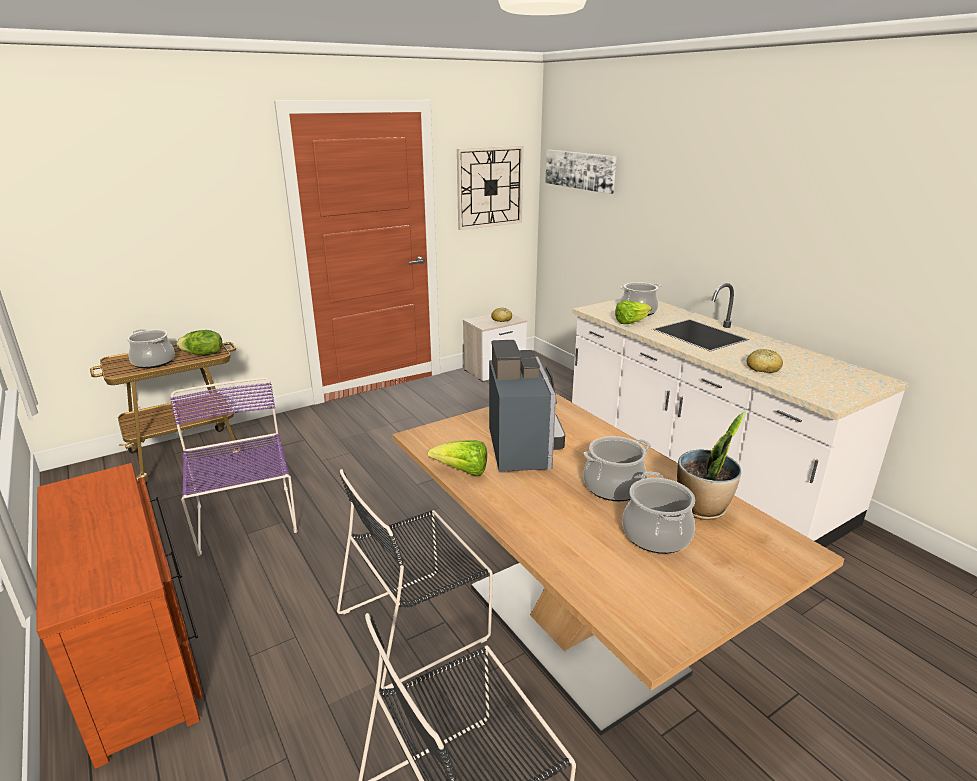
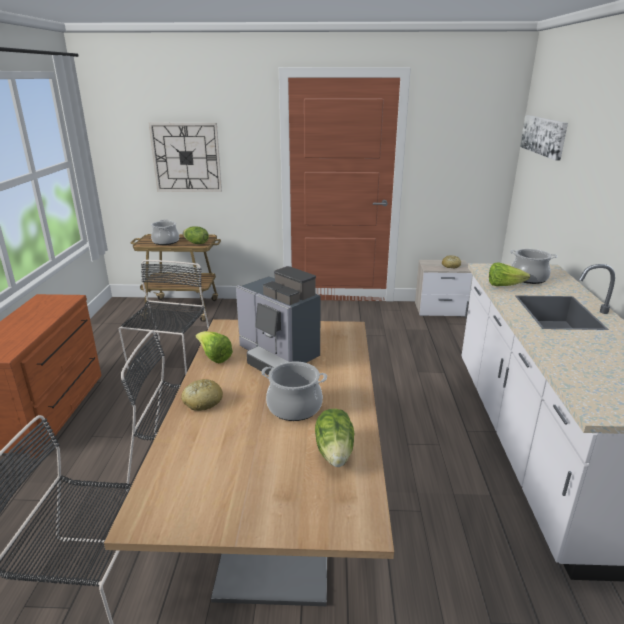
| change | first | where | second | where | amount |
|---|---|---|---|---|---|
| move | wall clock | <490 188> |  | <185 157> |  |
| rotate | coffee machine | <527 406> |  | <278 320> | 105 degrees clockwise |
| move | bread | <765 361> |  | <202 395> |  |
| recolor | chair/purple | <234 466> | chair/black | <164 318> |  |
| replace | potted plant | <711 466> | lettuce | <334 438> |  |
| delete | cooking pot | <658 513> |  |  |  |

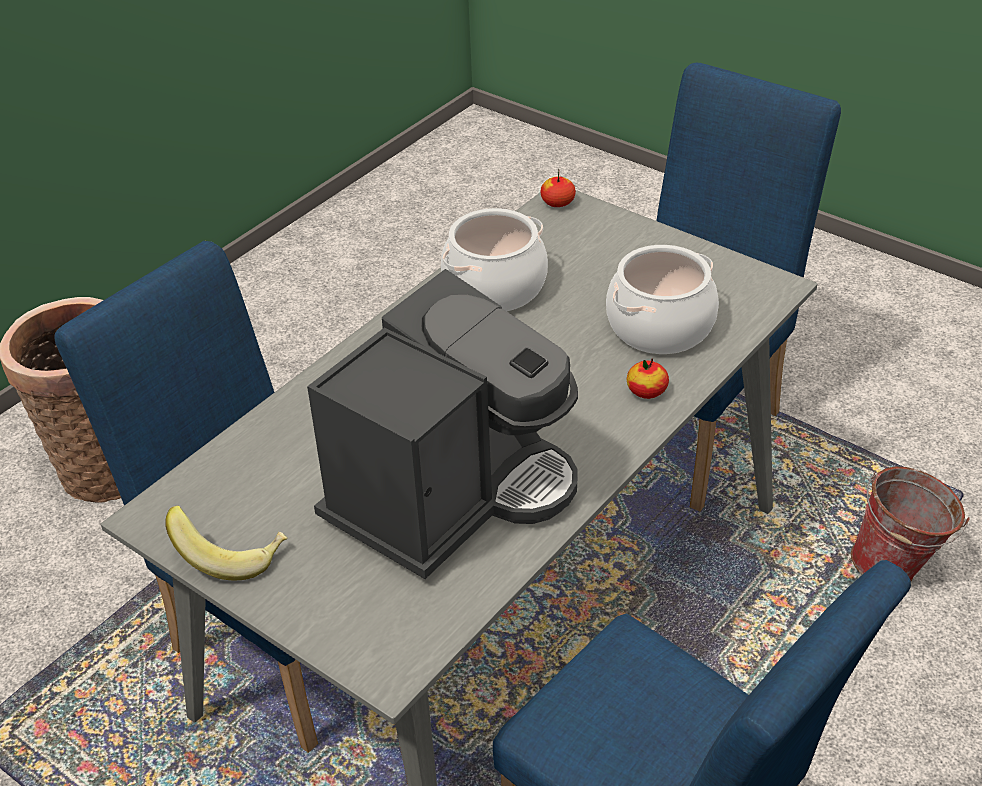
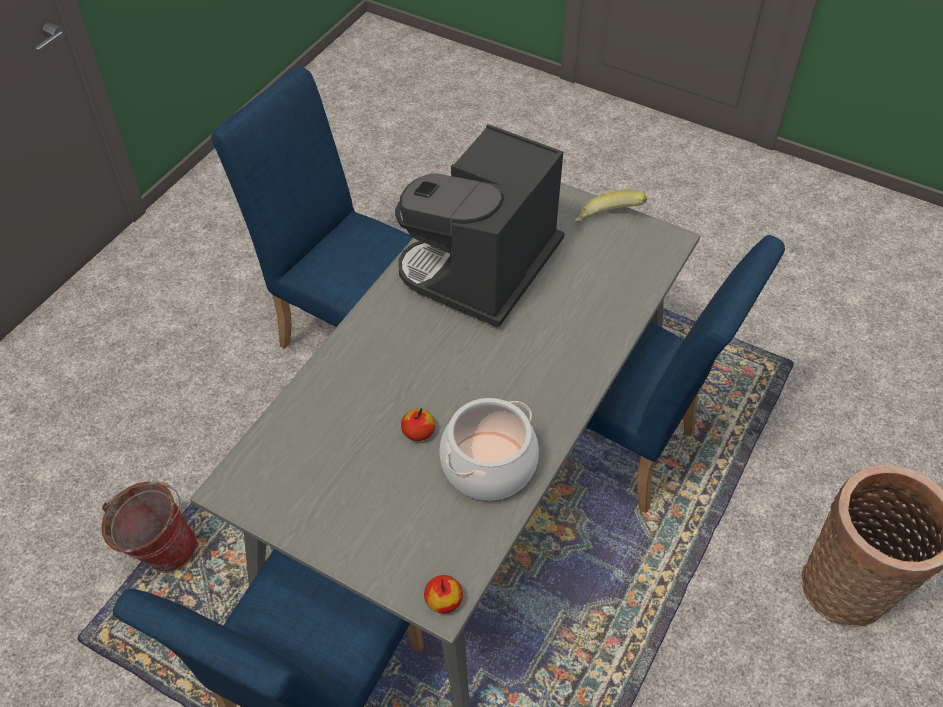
| change | first | where | second | where | amount |
|---|---|---|---|---|---|
| delete | cooking pot | <662 299> |  |  |  |
| move | apple | <648 379> |  | <418 424> |  |

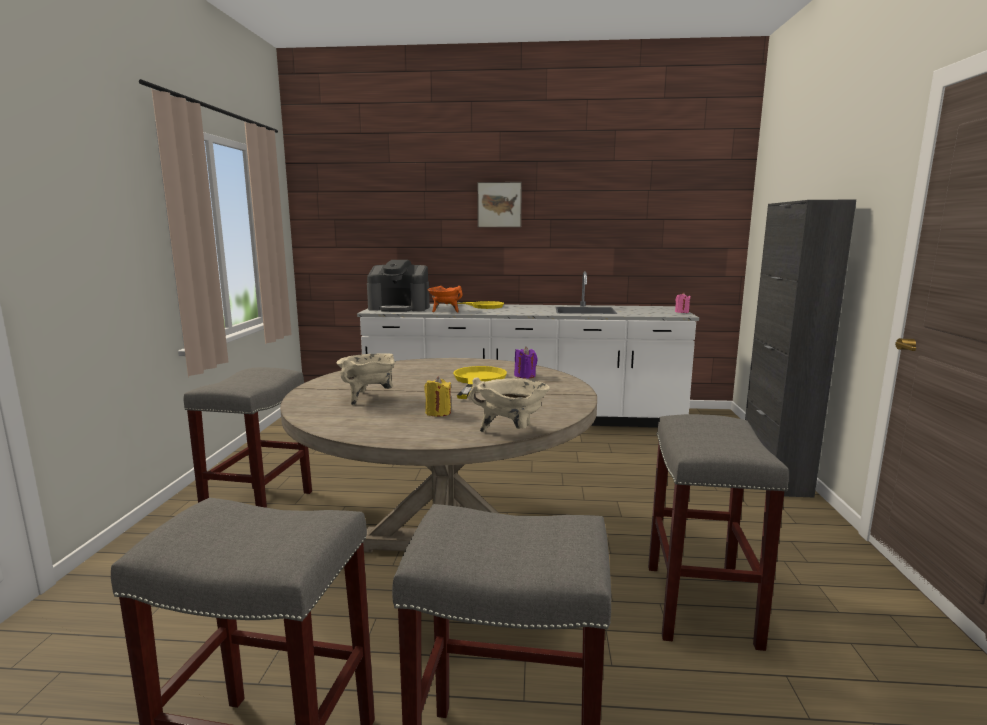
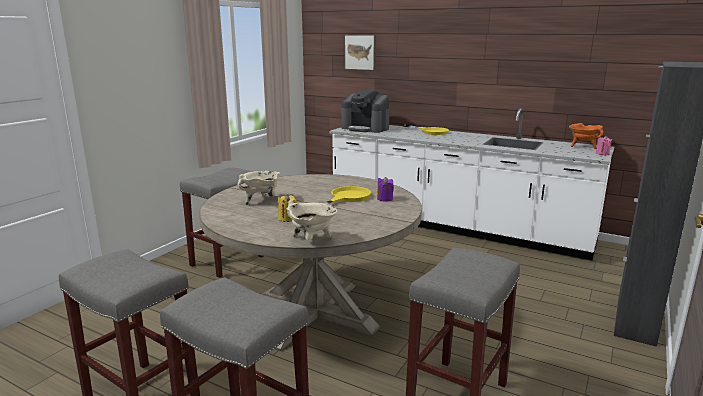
| change | first | where | second | where | amount |
|---|---|---|---|---|---|
| move | picture | <499 205> |  | <360 53> |  |
| move | cooking pot/orange | <445 299> |  | <586 136> |  |

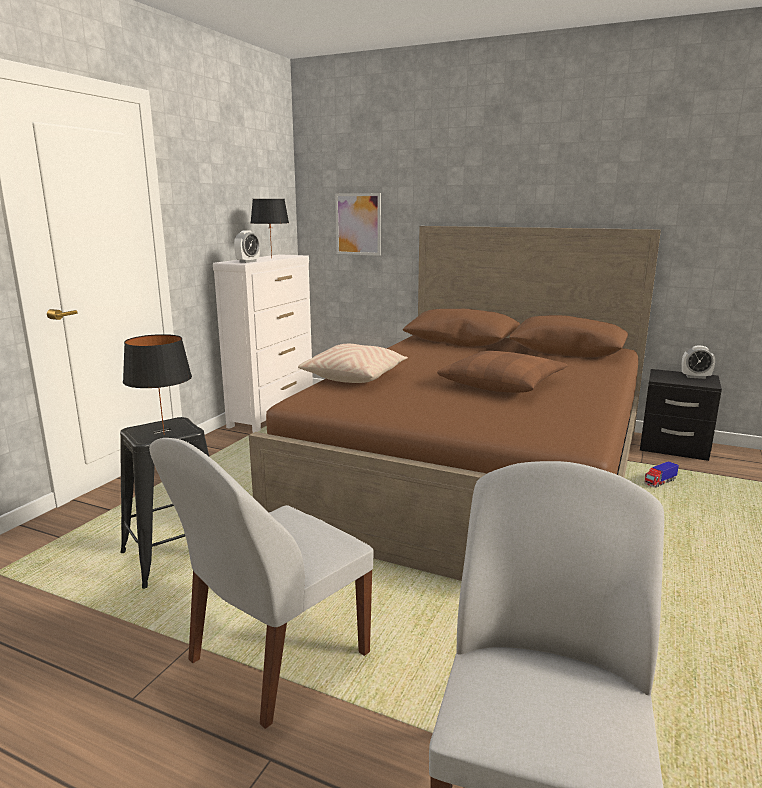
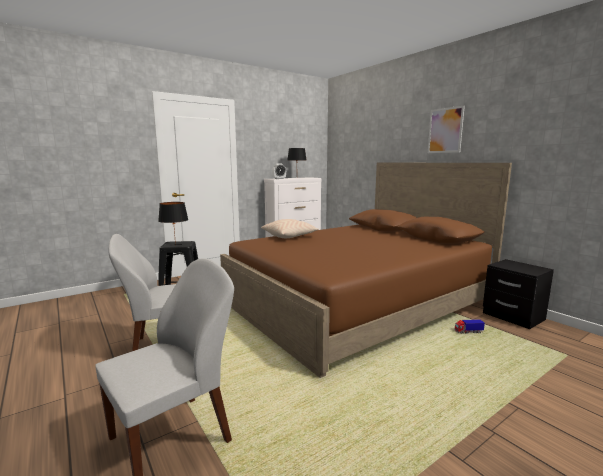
| change | first | where | second | where | amount |
|---|---|---|---|---|---|
| move | picture | <358 224> |  | <446 129> |  |
| delete | alarm clock | <698 362> |  |  |  |
| delete | pillow/brown | <502 372> |  |  |  |

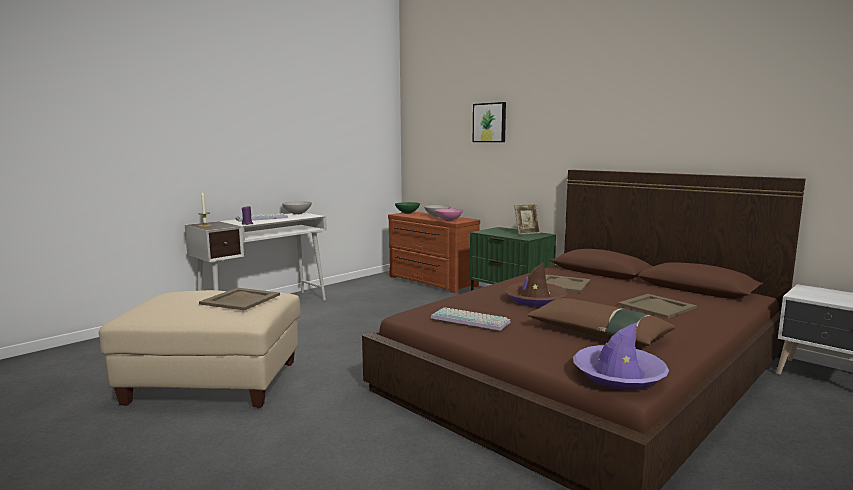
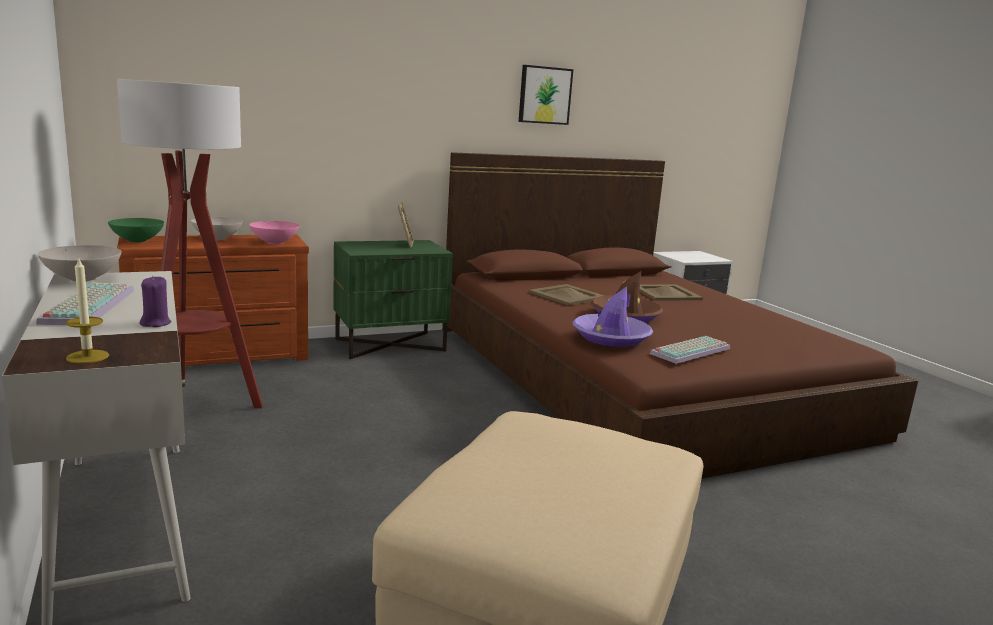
| change | first | where | second | where | amount |
|---|---|---|---|---|---|
| move | picture | <489 122> |  | <546 95> |  |
| delete | tray/beige | <239 299> |  |  |  |
| delete | pillow/brown | <601 322> |  |  |  |
| move | hat/purple | <621 356> |  | <612 317> |  |
| insert |  |  | floor lamp | <190 243> |  |

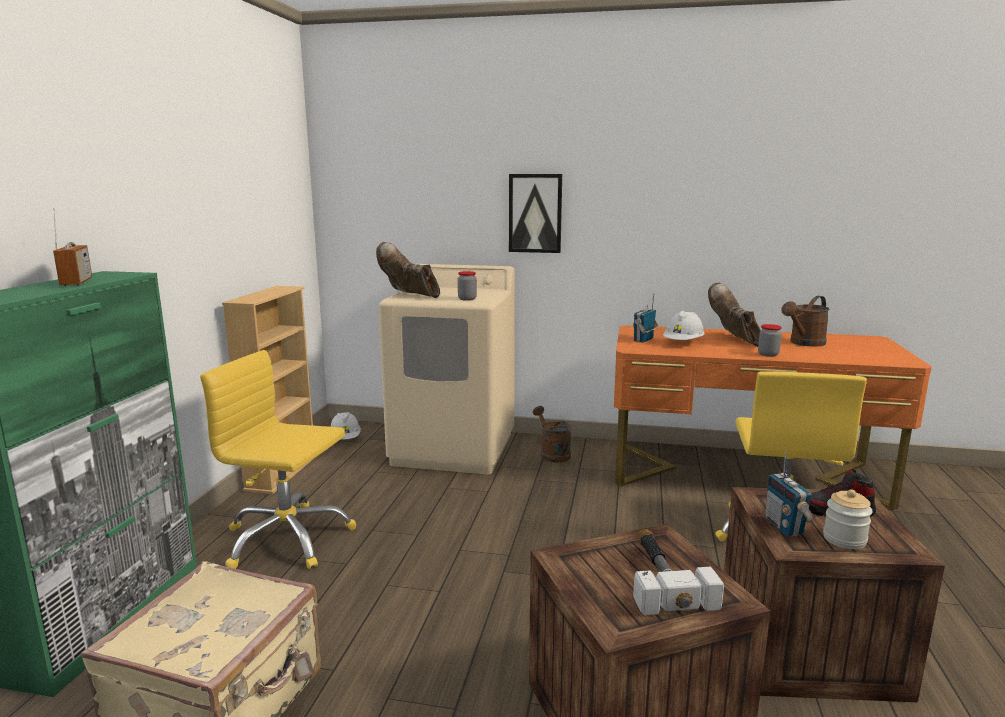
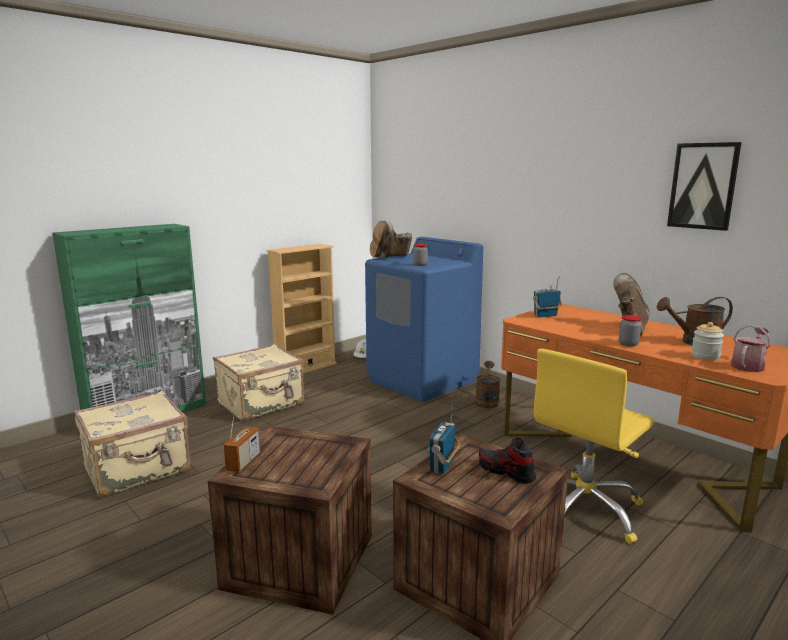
| change | first | where | second | where | amount |
|---|---|---|---|---|---|
| move | picture | <535 213> |  | <704 186> |  |
| move | radio | <72 247> |  | <242 437> |  |
| rotate | boot/brown | <408 270> |  | <391 239> | 105 degrees counterclockwise |
| recolor | washing machine/beige | <447 369> | washing machine/blue | <424 319> |  |
| delete | hard hat/white | <684 325> |  |  |  |
| replace | office chair/yellow | <278 459> | suitcase/beige | <258 382> |  |
| move | jar | <848 519> |  | <707 341> |  |
| delete | hammer | <678 572> |  |  |  |
| insert |  |  | watering can | <751 348> |  |

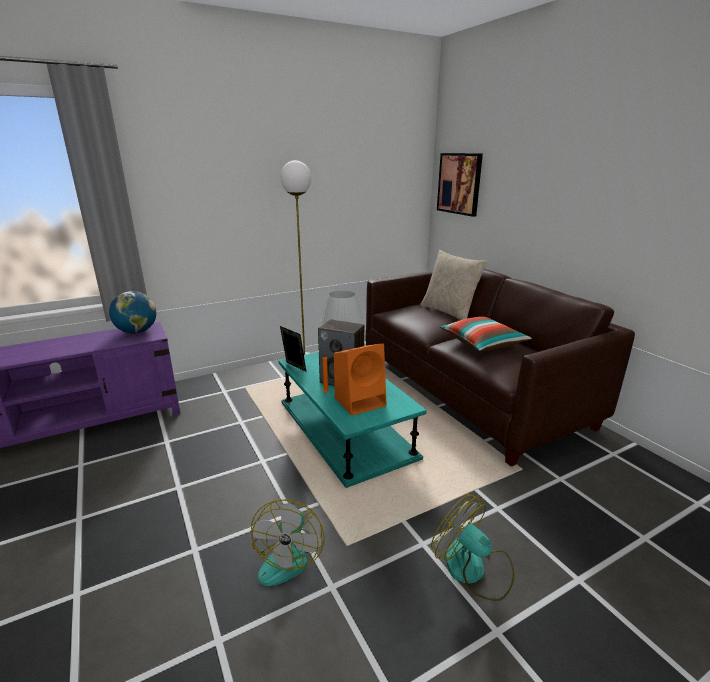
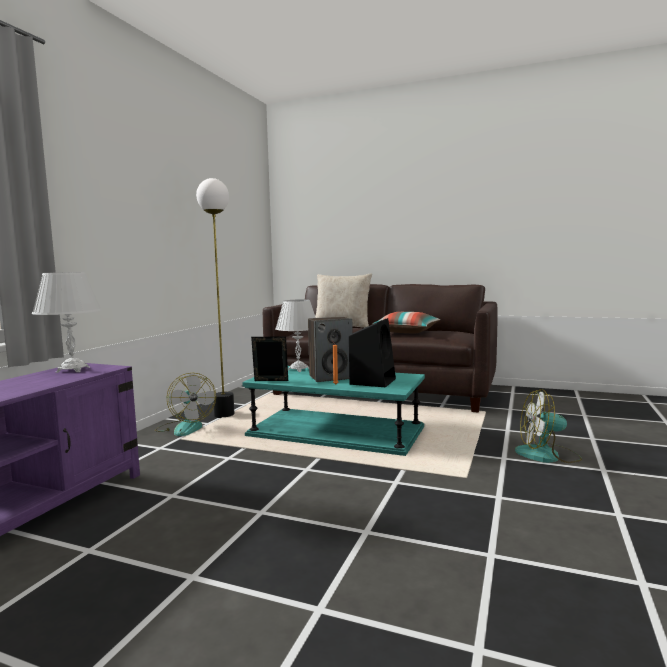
| change | first | where | second | where | amount |
|---|---|---|---|---|---|
| delete | picture | <460 185> |  |  |  |
| replace | globe | <132 312> | table lamp/white | <67 322> |  |
| recolor | speaker/orange | <360 379> | speaker/black | <372 352> |  |
| move | fan | <288 542> |  | <185 404> |  |

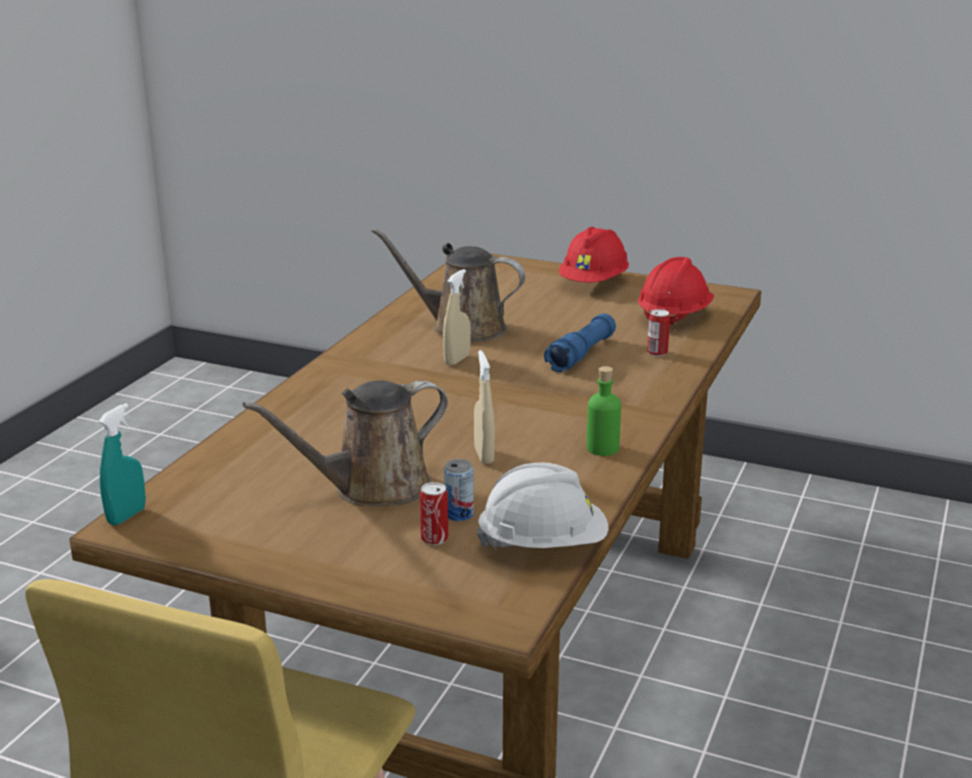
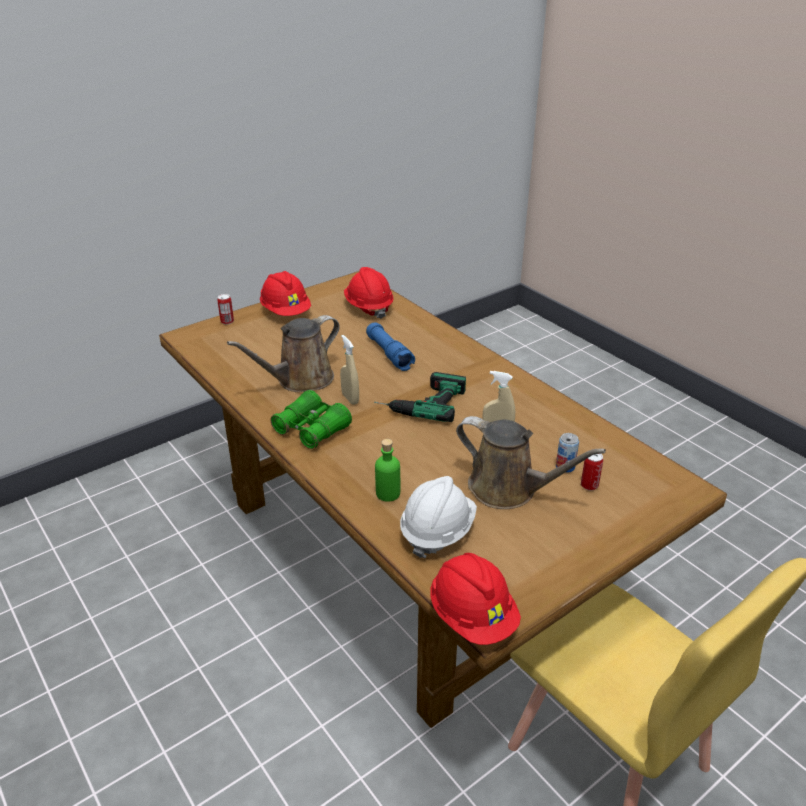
| change | first | where | second | where | amount |
|---|---|---|---|---|---|
| move | can | <658 332> |  | <225 309> |  |
| move | bottle/green | <604 411> |  | <387 470> |  |
| rotate | watering can/brown | <345 443> |  | <531 462> | 60 degrees counterclockwise |
| replace | spray bottle/turquoise | <122 464> | hard hat/red | <475 599> |  |
| move | hard hat/white | <542 506> |  | <438 517> |  |
| insert |  |  | power drill | <420 397> |  |
| insert |  |  | binoculars/green | <311 419> |  |

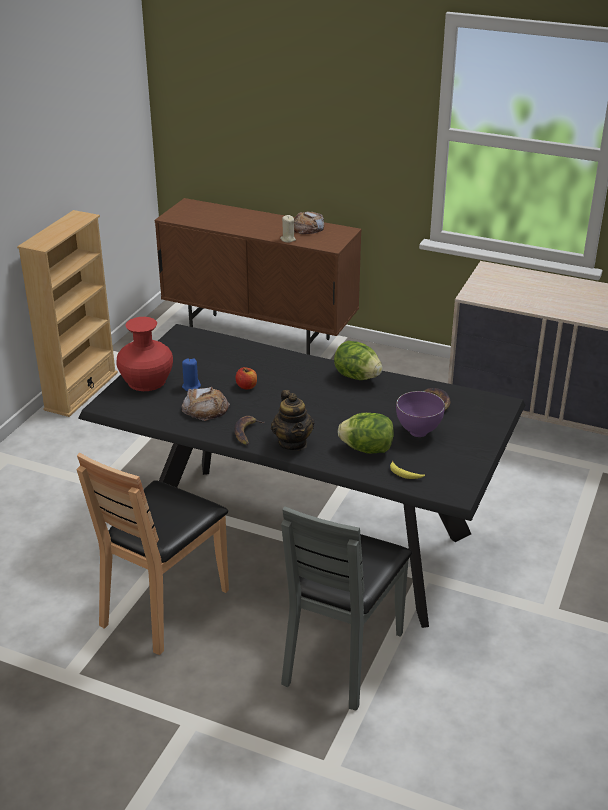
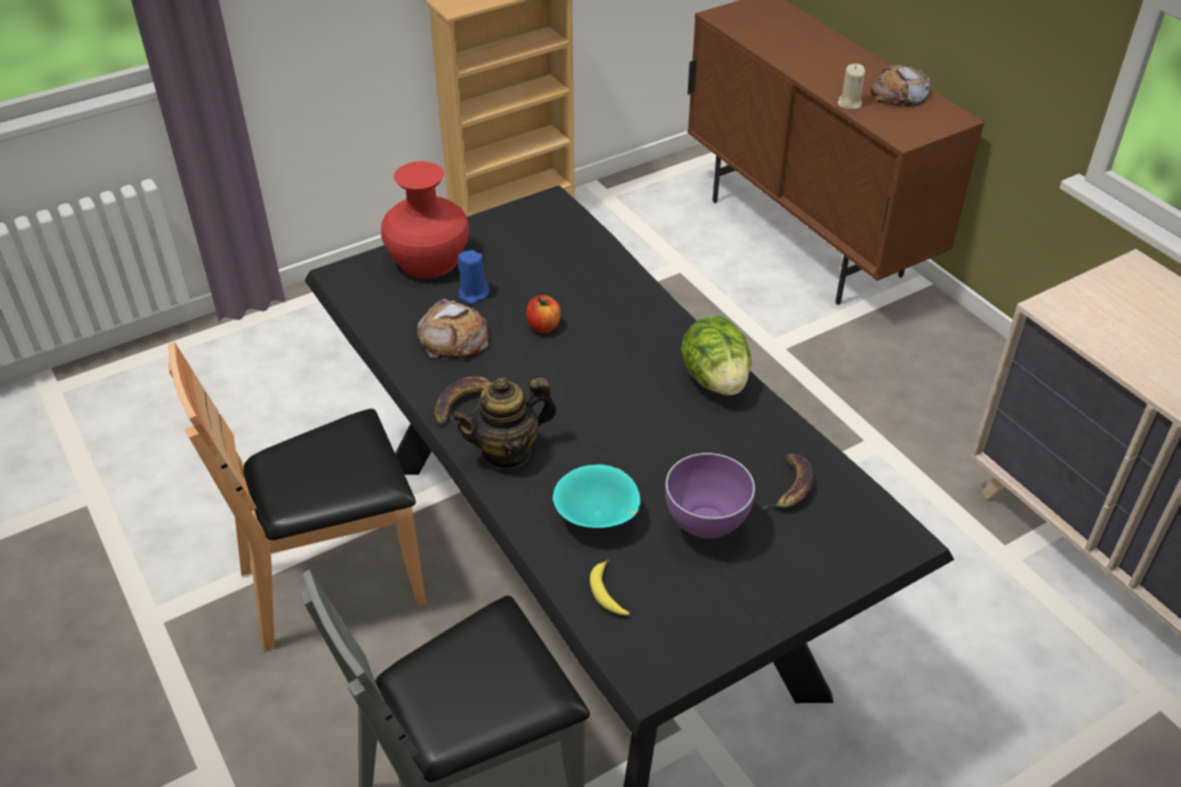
| change | first | where | second | where | amount |
|---|---|---|---|---|---|
| rotate | teapot | <292 420> |  | <503 423> | 45 degrees clockwise |
| replace | lettuce | <366 433> | bowl/turquoise | <597 496> |  |

